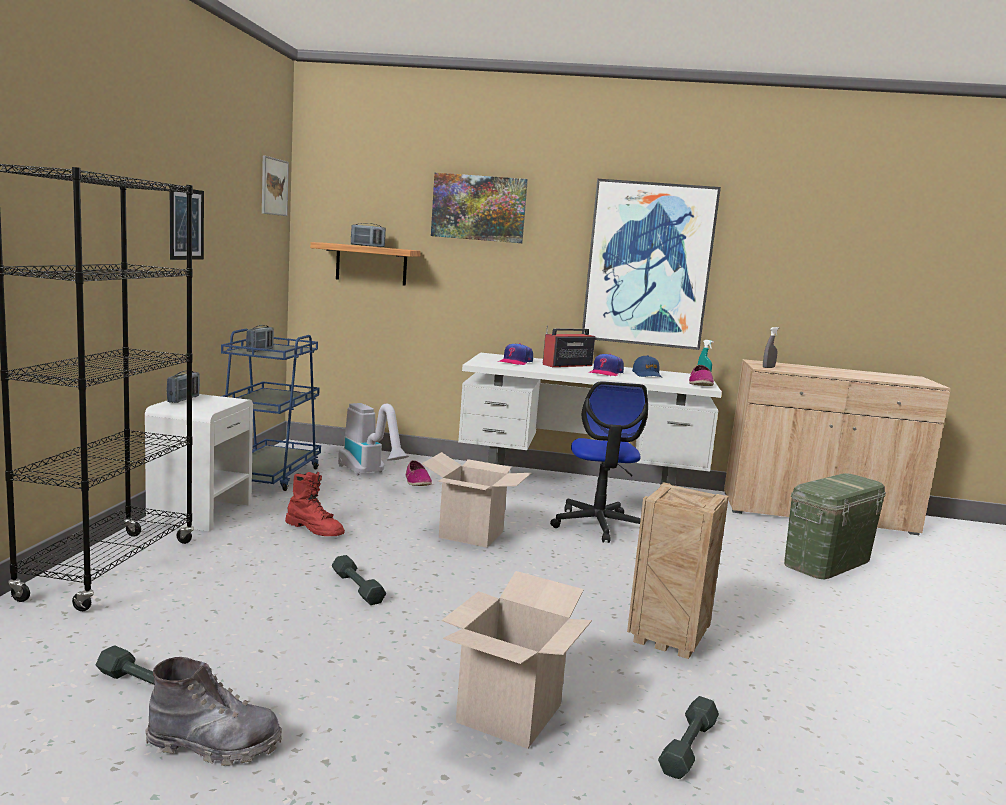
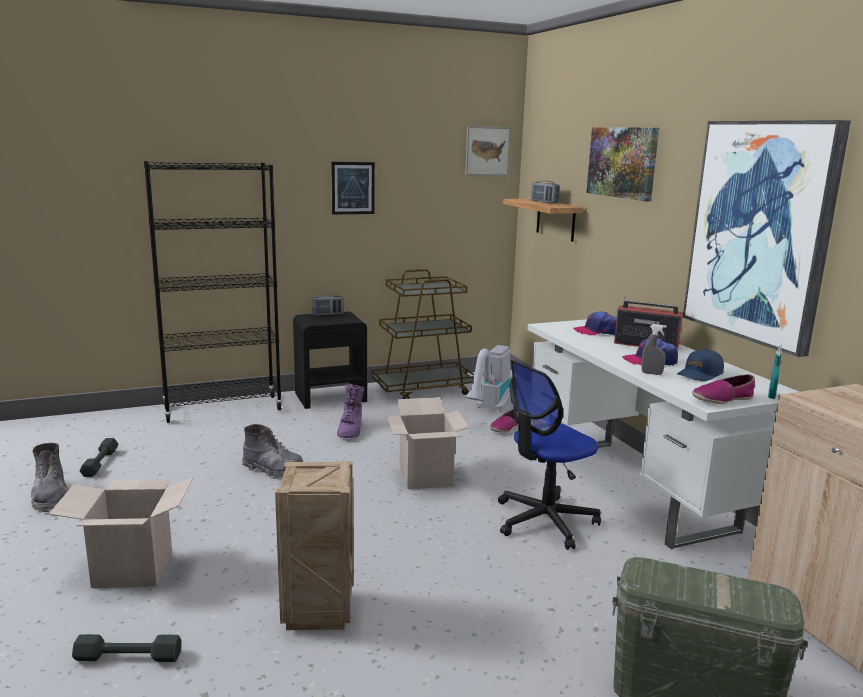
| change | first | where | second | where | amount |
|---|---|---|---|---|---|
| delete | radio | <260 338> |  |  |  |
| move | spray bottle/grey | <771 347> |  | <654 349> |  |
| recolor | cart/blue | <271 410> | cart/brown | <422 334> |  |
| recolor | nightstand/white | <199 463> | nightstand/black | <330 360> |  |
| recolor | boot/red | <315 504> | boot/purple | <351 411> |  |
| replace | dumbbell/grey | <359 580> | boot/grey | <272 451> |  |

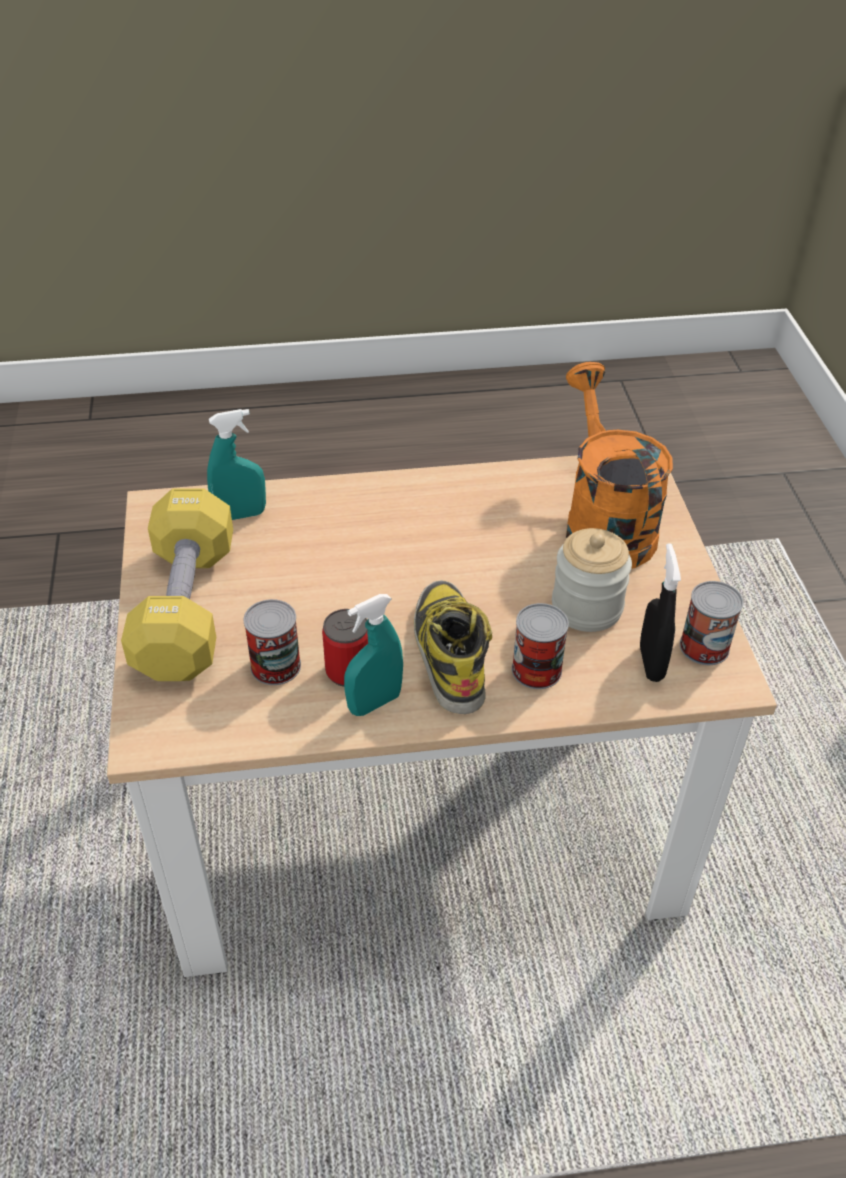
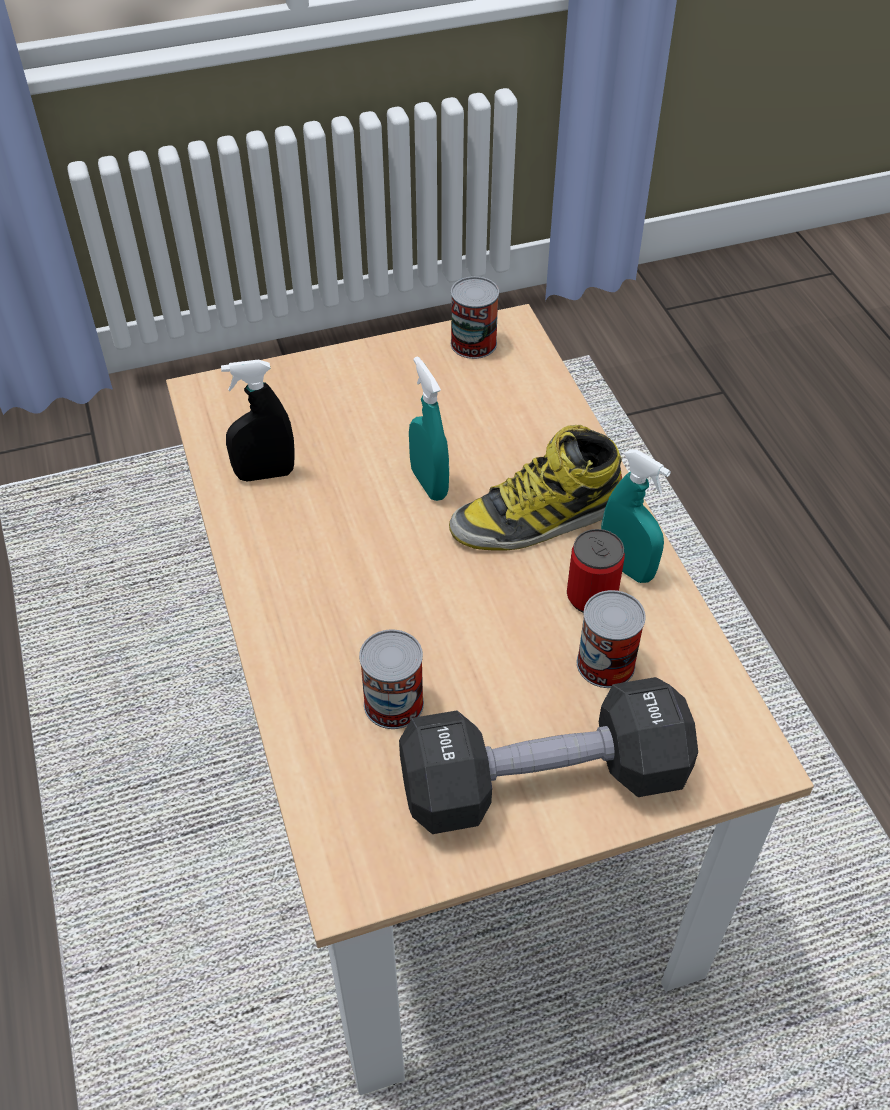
| change | first | where | second | where | amount |
|---|---|---|---|---|---|
| delete | watering can/orange | <619 465> |  |  |  |
| move | spray bottle/turquoise | <236 464> |  | <429 428> |  |
| recolor | dumbbell/yellow | <177 584> | dumbbell/black | <548 755> |  |
| delete | jar | <592 580> |  |  |  |
| move | spray bottle/black | <660 612> |  | <258 421> |  |
| move | can | <540 646> |  | <391 679> |  |

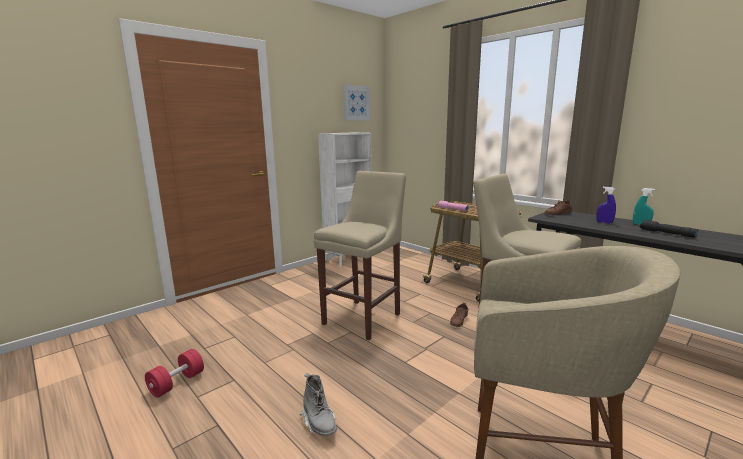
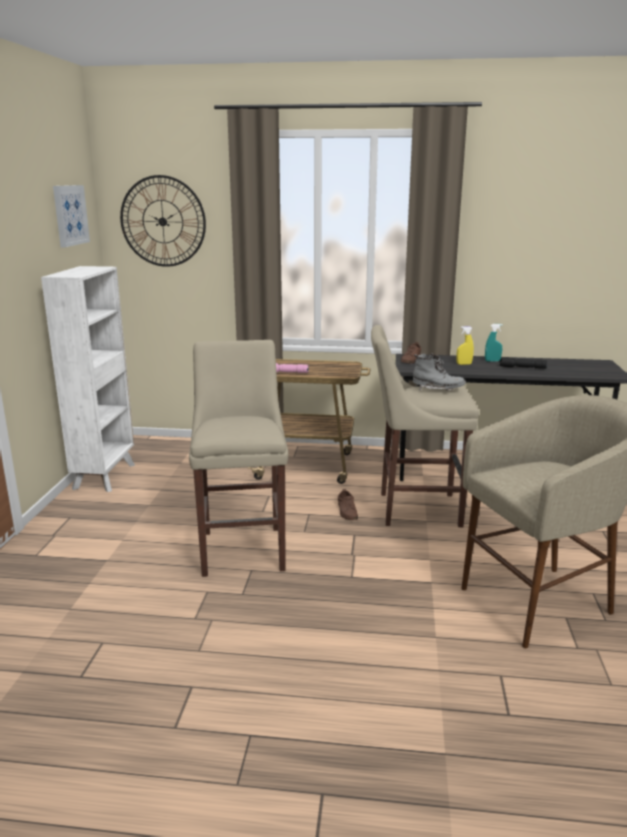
| change | first | where | second | where | amount |
|---|---|---|---|---|---|
| recolor | spray bottle/blue | <606 205> | spray bottle/yellow | <465 345> |  |
| delete | dumbbell/red | <174 373> |  |  |  |
| move | boot/grey | <318 404> |  | <439 372> |  |
| insert |  |  | wall clock | <163 221> |  |

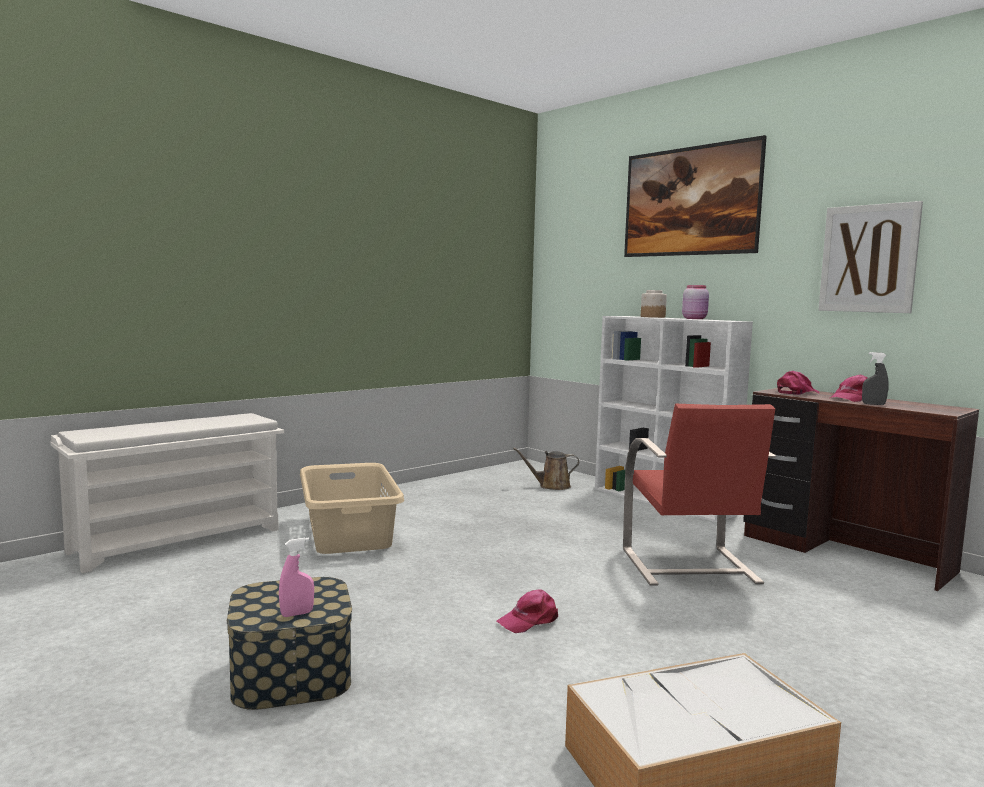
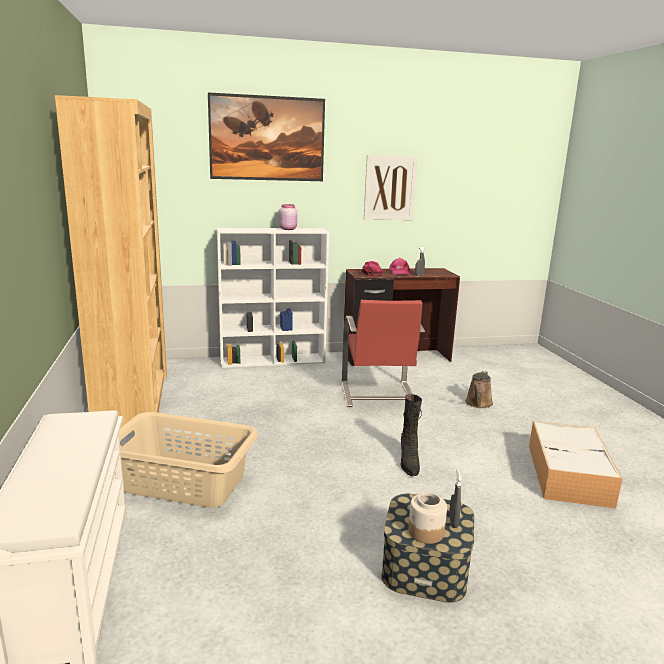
| change | first | where | second | where | amount |
|---|---|---|---|---|---|
| move | jar | <654 304> |  | <427 518> |  |
| rotate | chair/red | <699 495> |  | <383 353> | 60 degrees clockwise |
| move | watering can/brown | <546 468> |  | <479 389> |  |
| recolor | spray bottle/pink | <296 577> | spray bottle/grey | <455 498> |  |
| replace | cap/pink | <527 611> | boot/black | <411 435> |  |
| insert |  |  | bookcase/brown | <111 261> |  |

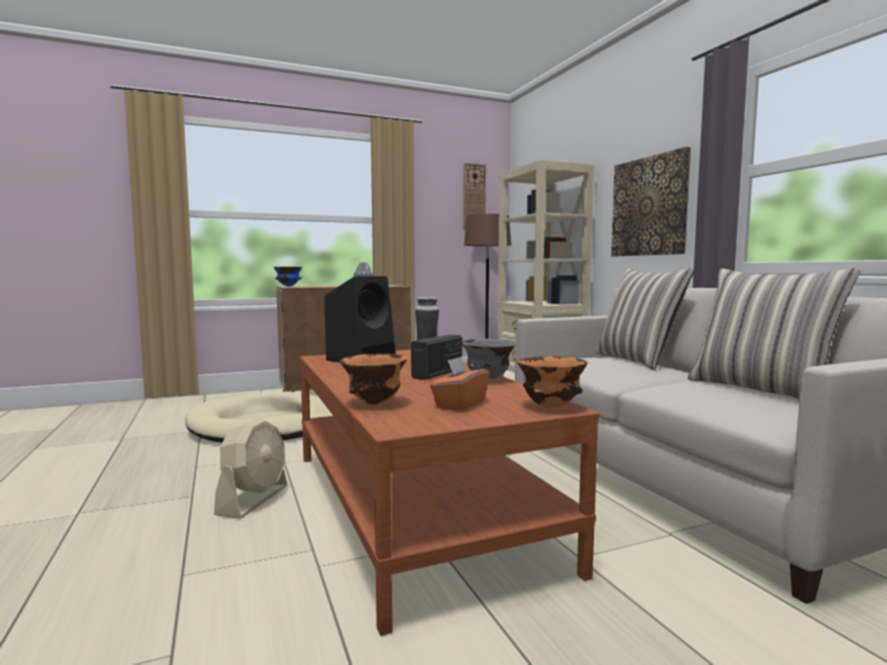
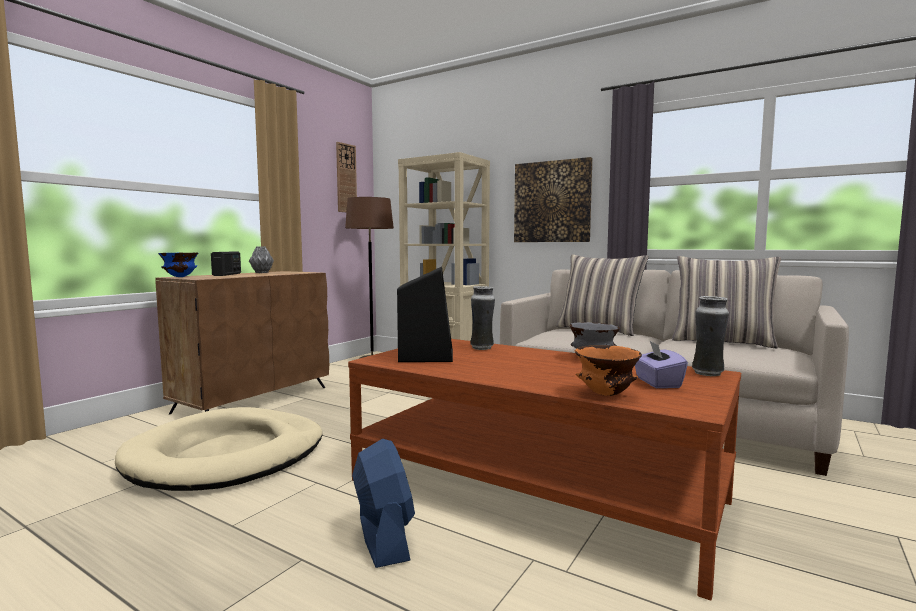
| change | first | where | second | where | amount |
|---|---|---|---|---|---|
| move | radio | <436 357> |  | <226 264> |  |
| recolor | tissue box/orange | <459 383> | tissue box/purple | <661 364> |  |
| replace | bowl/orange | <552 382> | vase | <710 336> |  |
| recolor | fan/beige | <250 468> | fan/blue | <383 503> |  |

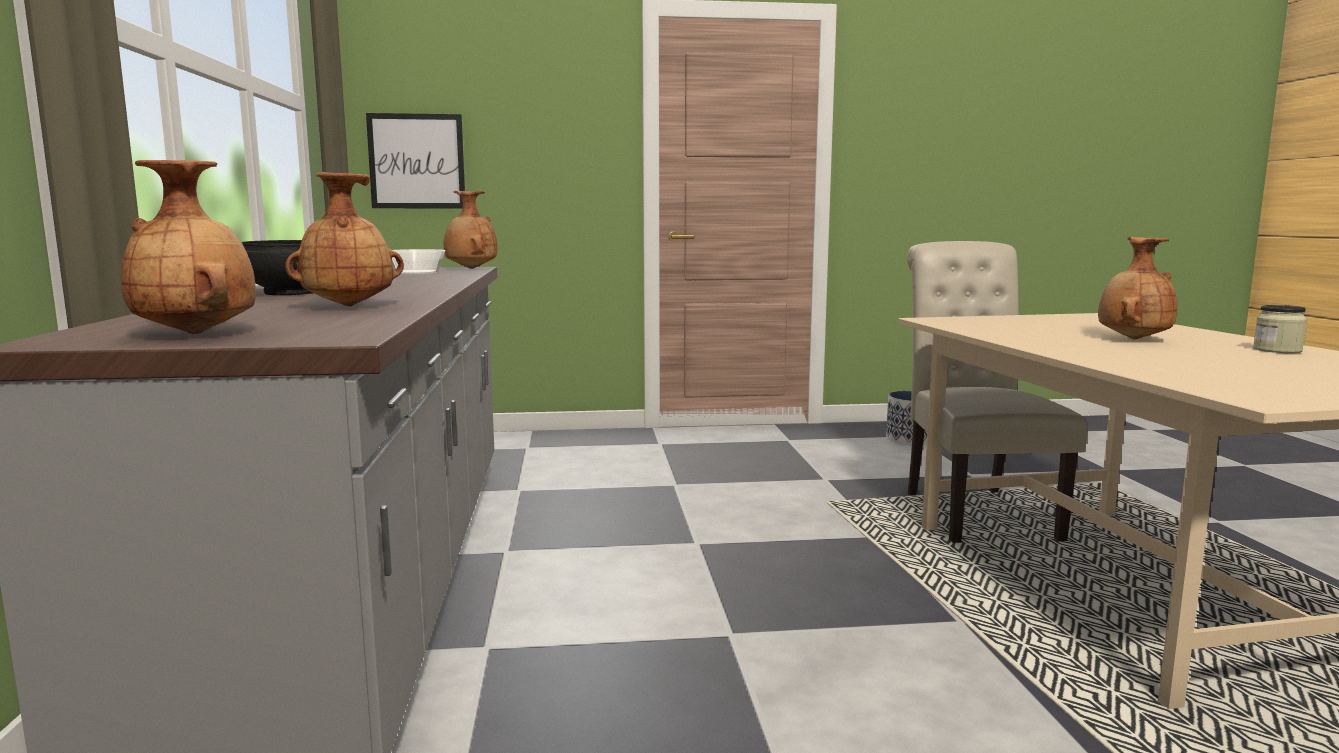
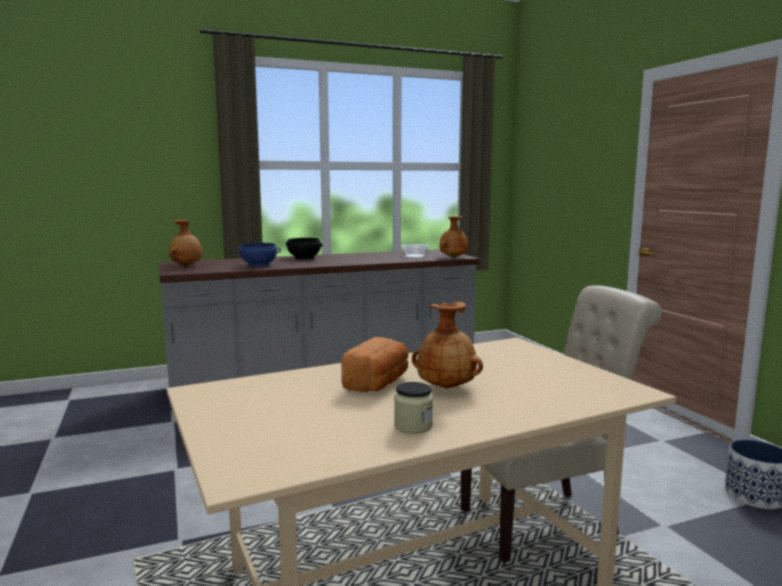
| change | first | where | second | where | amount |
|---|---|---|---|---|---|
| delete | picture | <415 161> |  |  |  |
| replace | vase/brown | <344 239> | bowl/blue | <258 255> |  |
| insert |  |  | bread | <374 364> |  |

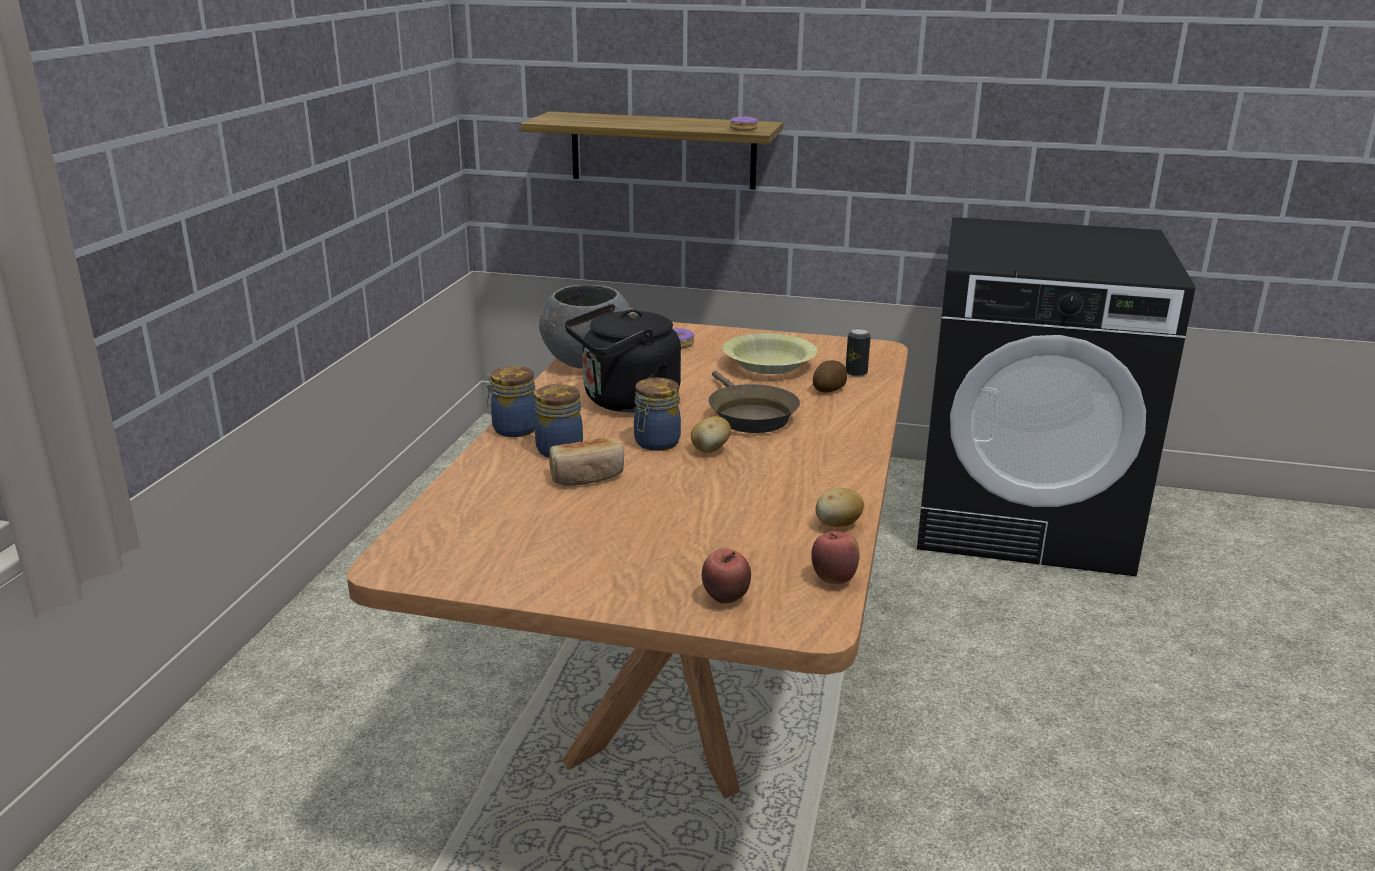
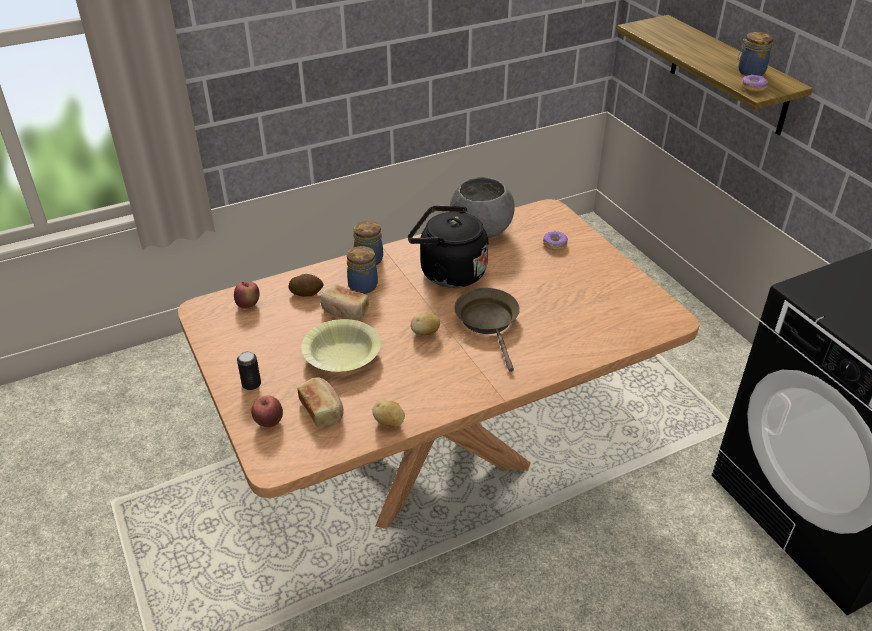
| change | first | where | second | where | amount |
|---|---|---|---|---|---|
| move | can | <858 352> |  | <249 371> |  |
| move | bowl/yellow | <770 353> |  | <341 345> |  |
| move | potato | <830 376> |  | <306 285> |  |
| rotate | frying pan/brown | <754 402> |  | <487 330> | 135 degrees clockwise |
| move | jar | <657 414> |  | <756 54> |  |
| move | apple | <835 558> |  | <246 295> |  |
| insert |  |  | bread | <320 402> |  |

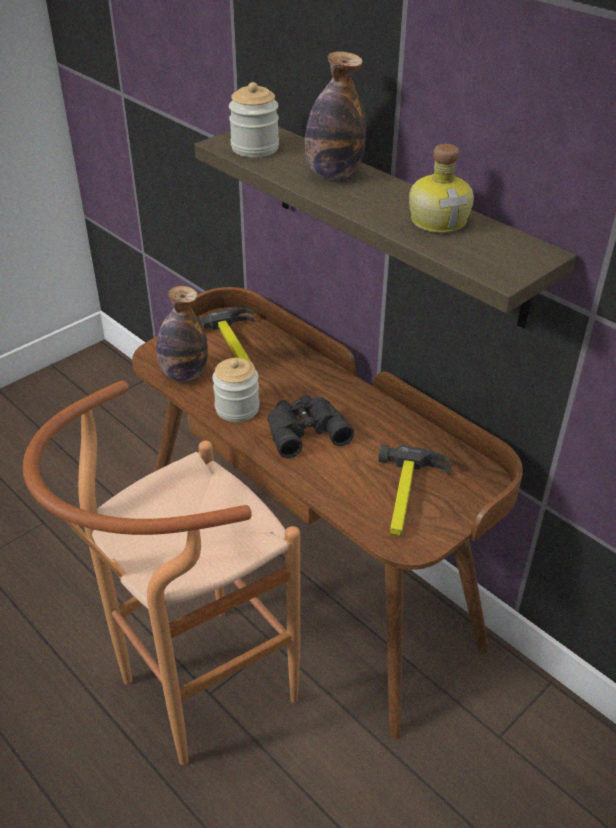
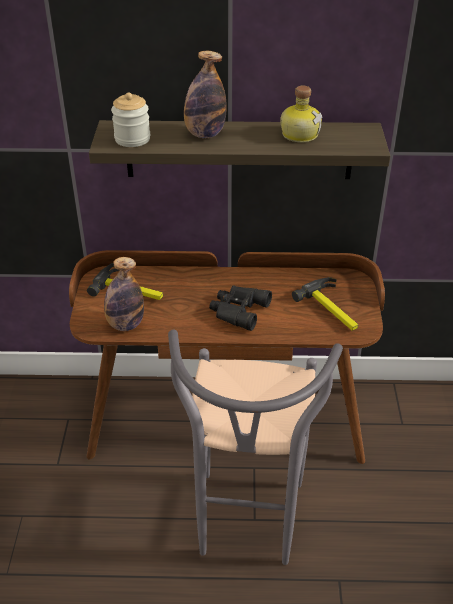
| change | first | where | second | where | amount |
|---|---|---|---|---|---|
| delete | jar | <236 390> |  |  |  |
| recolor | stool/brown | <161 572> | stool/grey | <255 447> |  |

